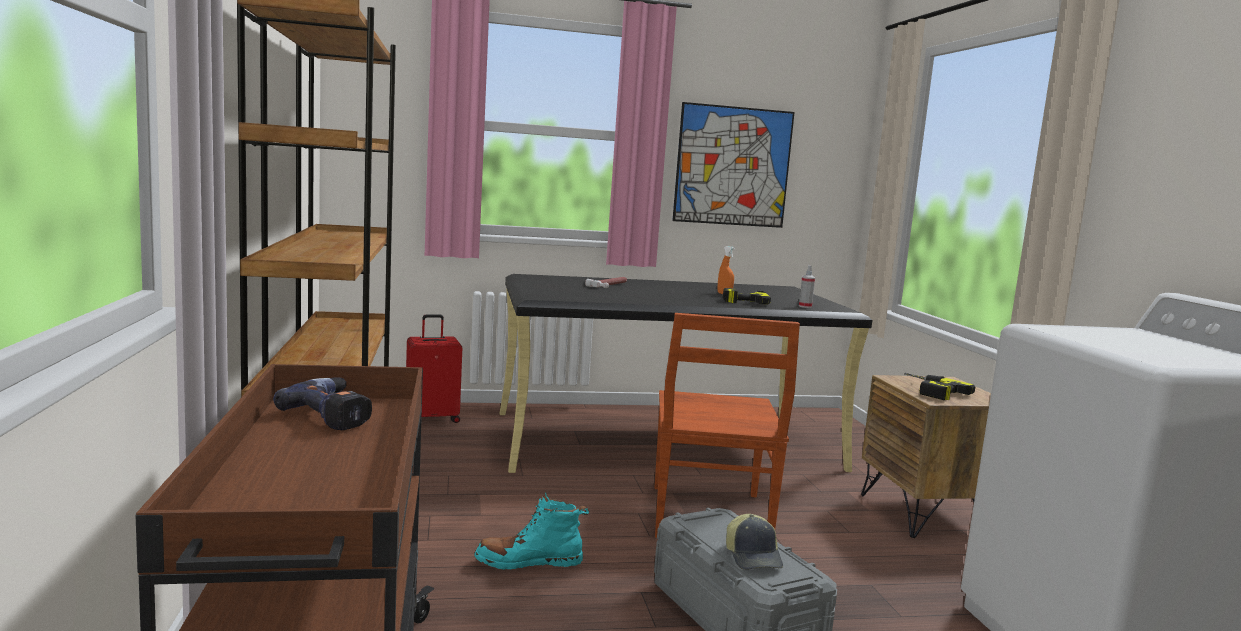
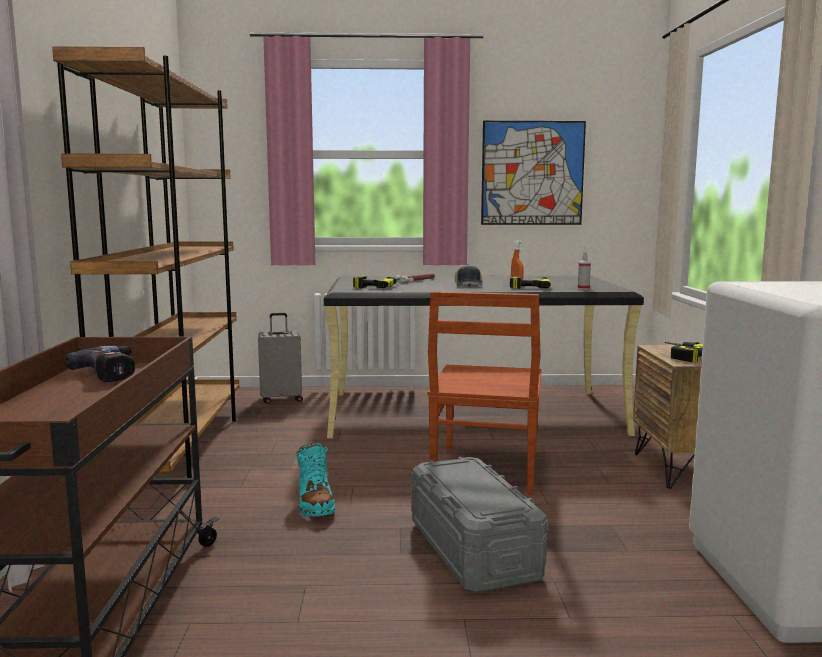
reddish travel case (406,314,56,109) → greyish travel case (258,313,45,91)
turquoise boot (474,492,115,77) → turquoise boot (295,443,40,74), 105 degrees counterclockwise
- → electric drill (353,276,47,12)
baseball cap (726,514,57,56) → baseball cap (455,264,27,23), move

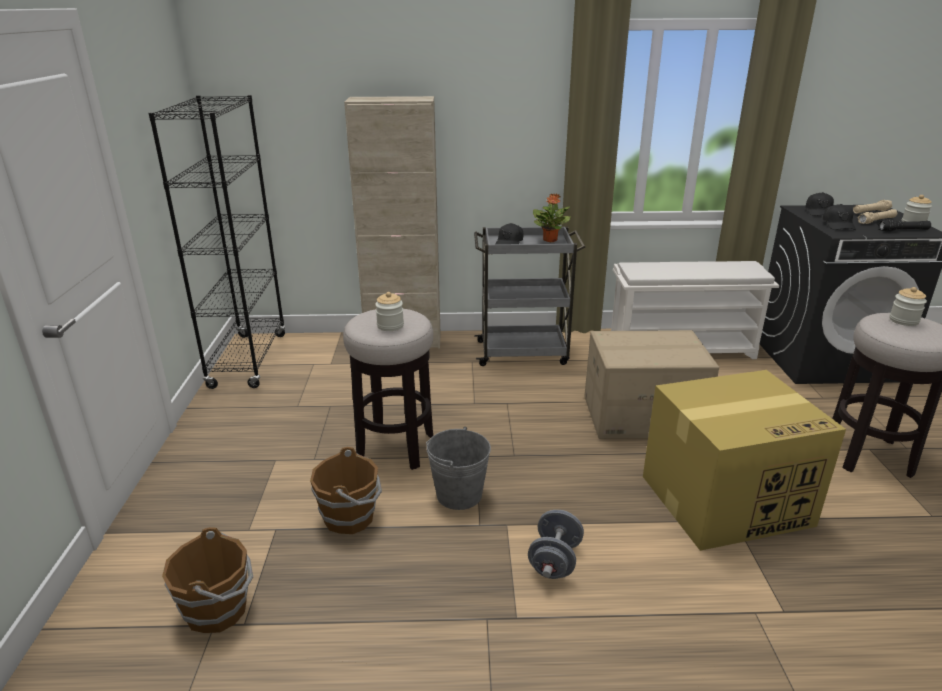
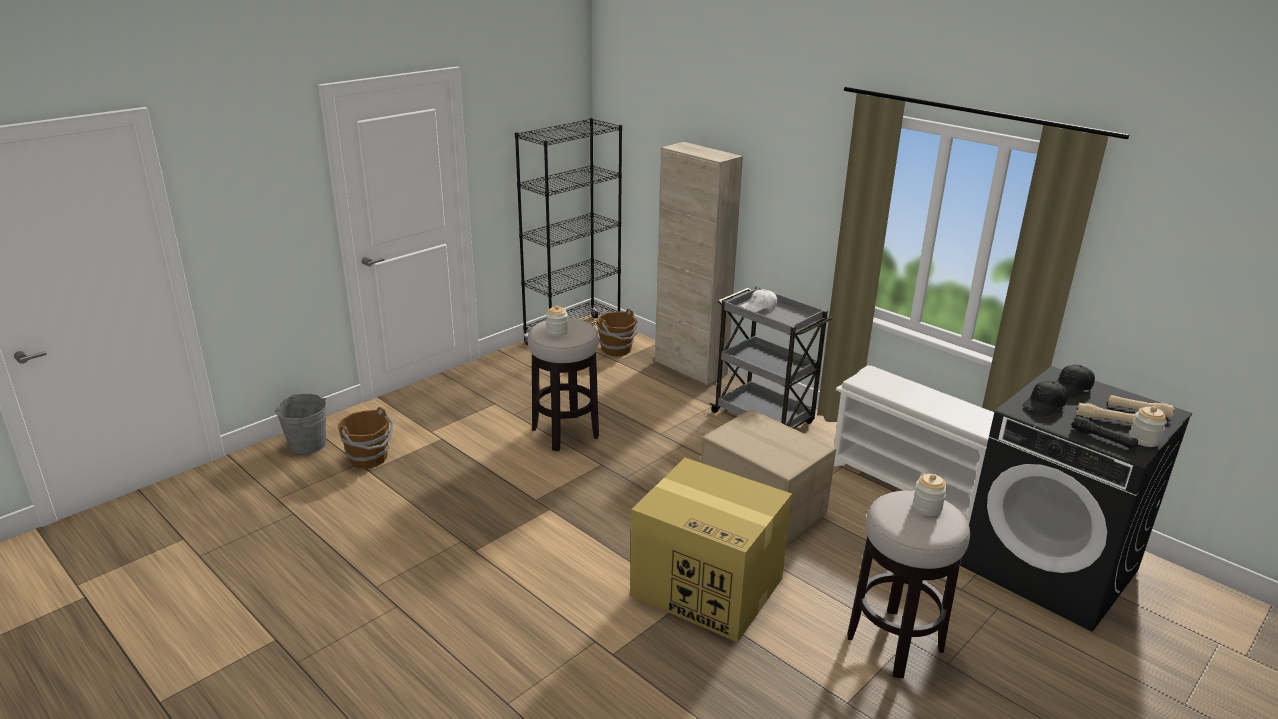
greyish pail (426,427,65,83) → greyish pail (275,393,52,61), move
brown-coloured pail (310,447,72,87) → brown-coloured pail (597,309,42,47), move
blackish baseball cap (495,223,29,22) → white baseball cap (741,289,36,23)
greyish free weight (528,510,56,69) → -
potted plant (533,193,38,49) → -

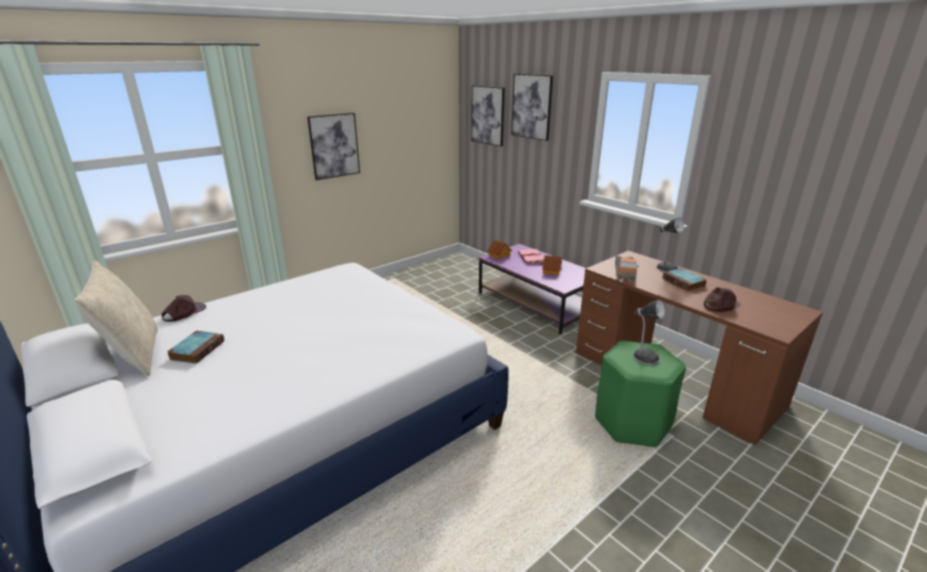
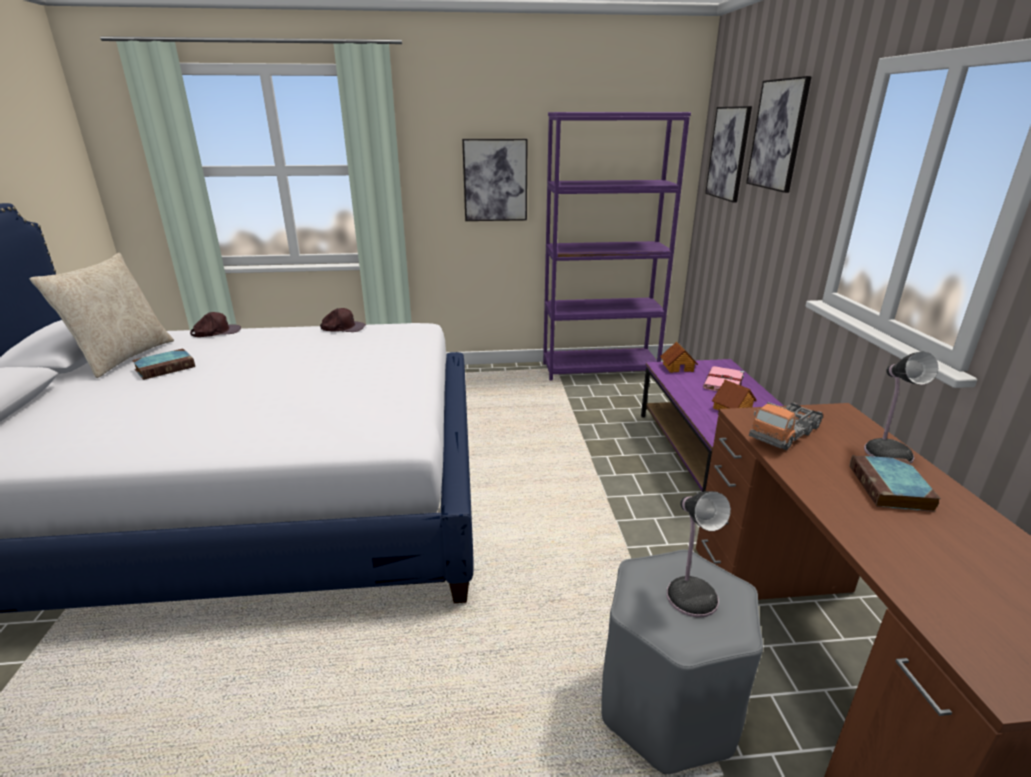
brown-coloured baseball cap (704,287,36,25) → brown-coloured baseball cap (320,308,46,24), move
- → purplish shelving unit (543,112,148,268)
green stool (595,341,91,107) → greyish stool (601,550,162,224)

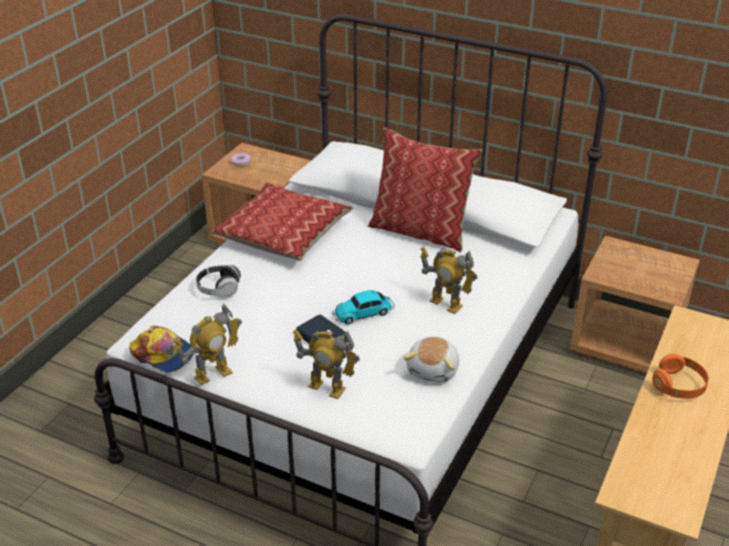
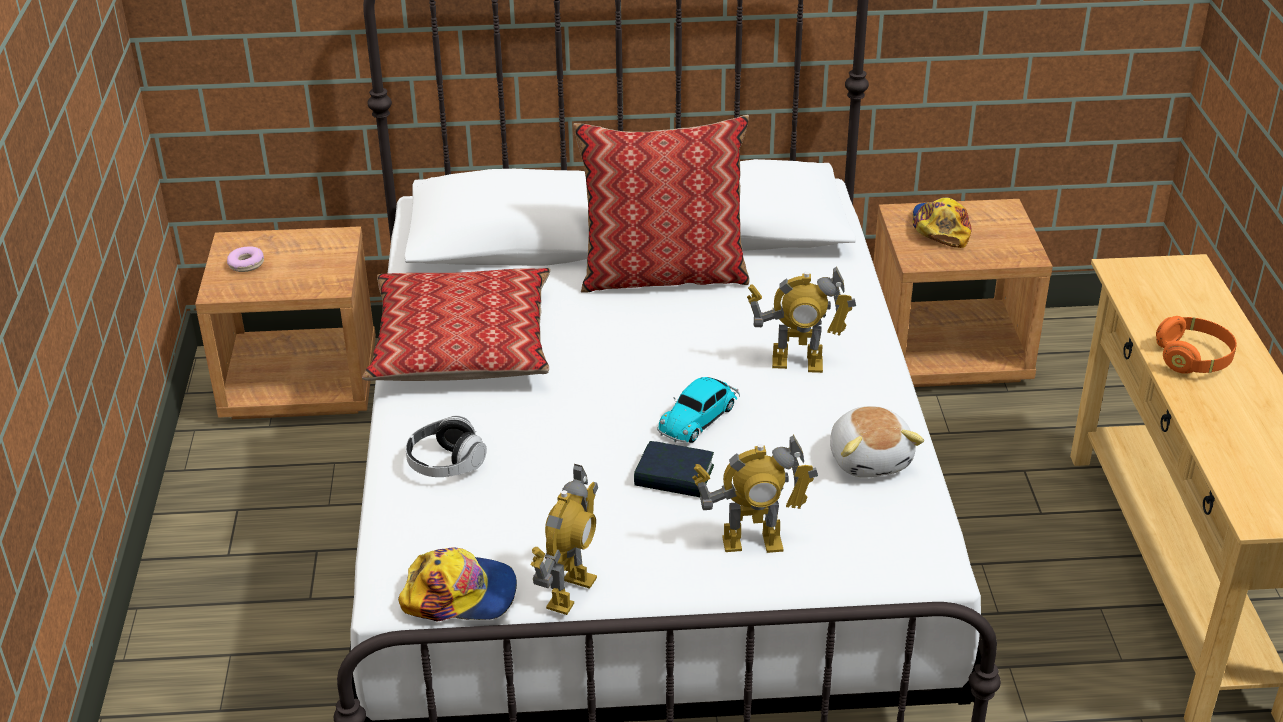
- → baseball cap (913,197,59,51)

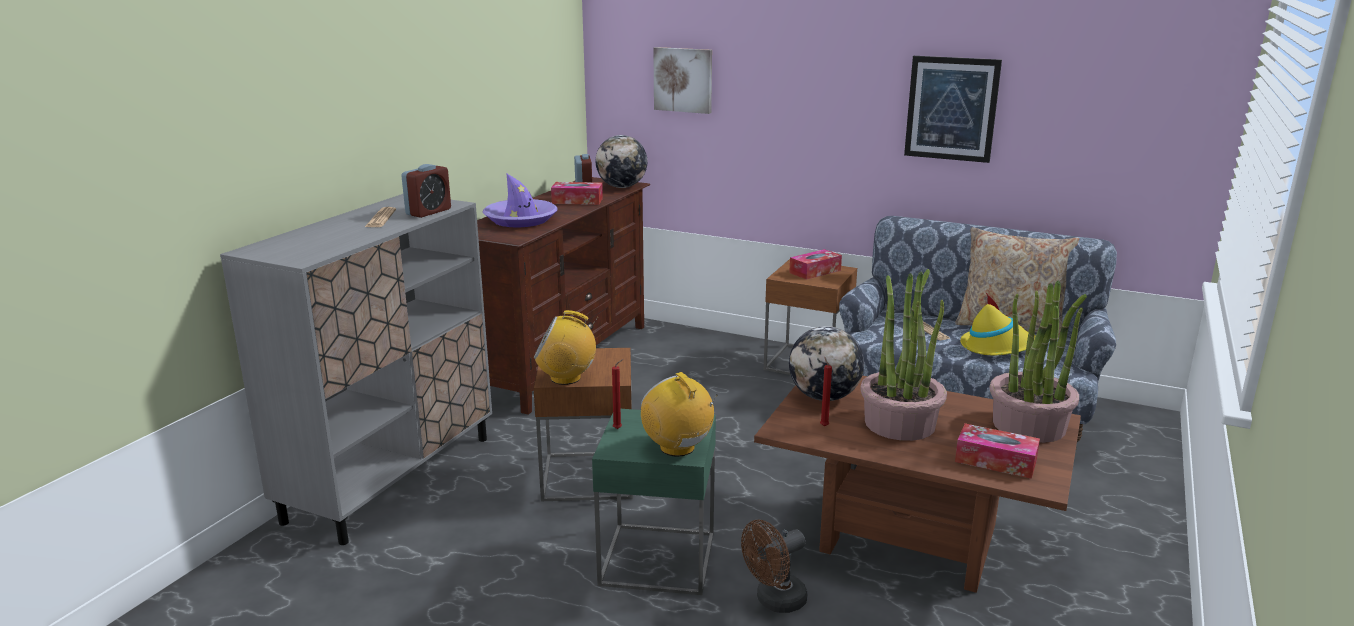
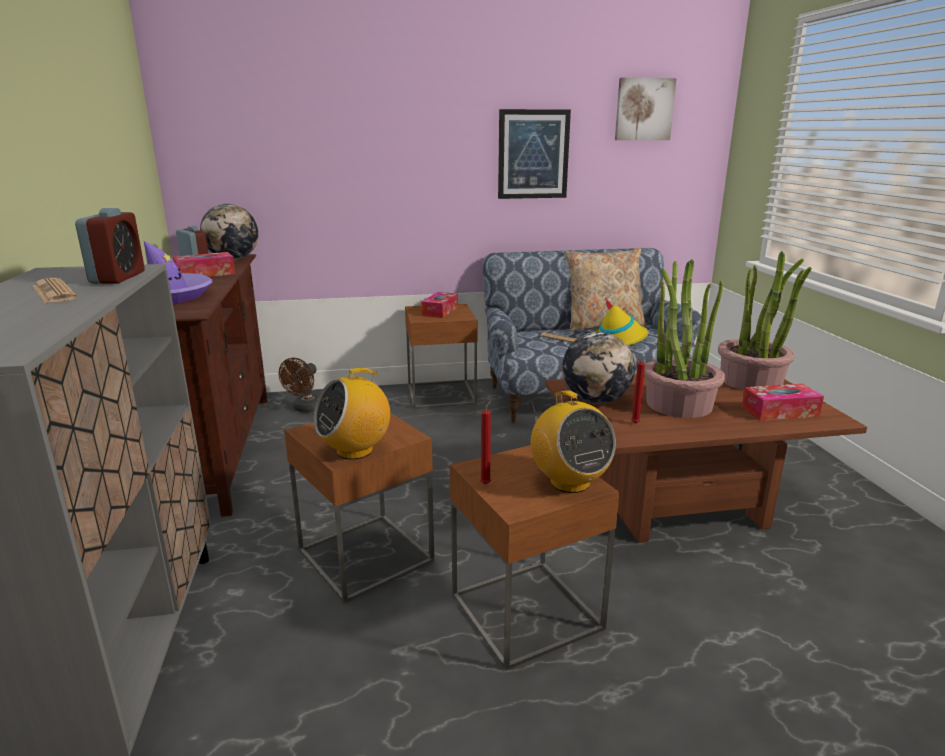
brown-coloured fan (741,520,67,93) → brown-coloured fan (279,358,40,54), move
green end table (592,409,124,186) → brown-coloured end table (450,445,169,225)
radio (641,372,77,84) → radio (531,390,85,103), 135 degrees counterclockwise
picture (653,47,59,67) → picture (615,78,61,62), move

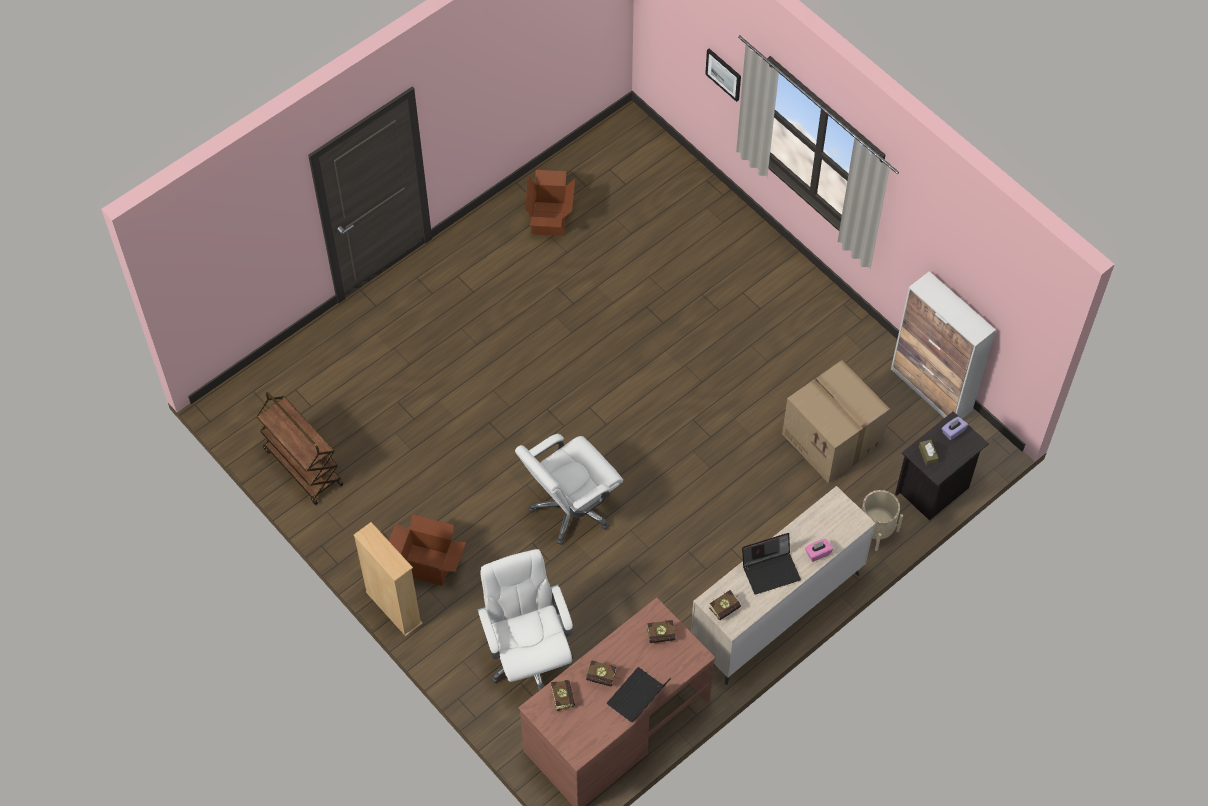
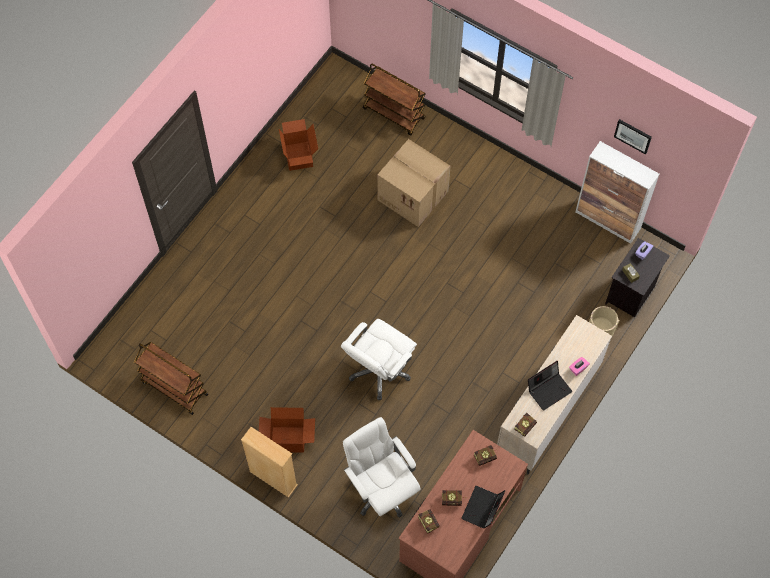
- → brown-coloured cart (363,64,63,71)
carton (782,360,108,123) → carton (377,139,73,88), move
picture (705,48,36,54) → picture (614,119,38,36), move

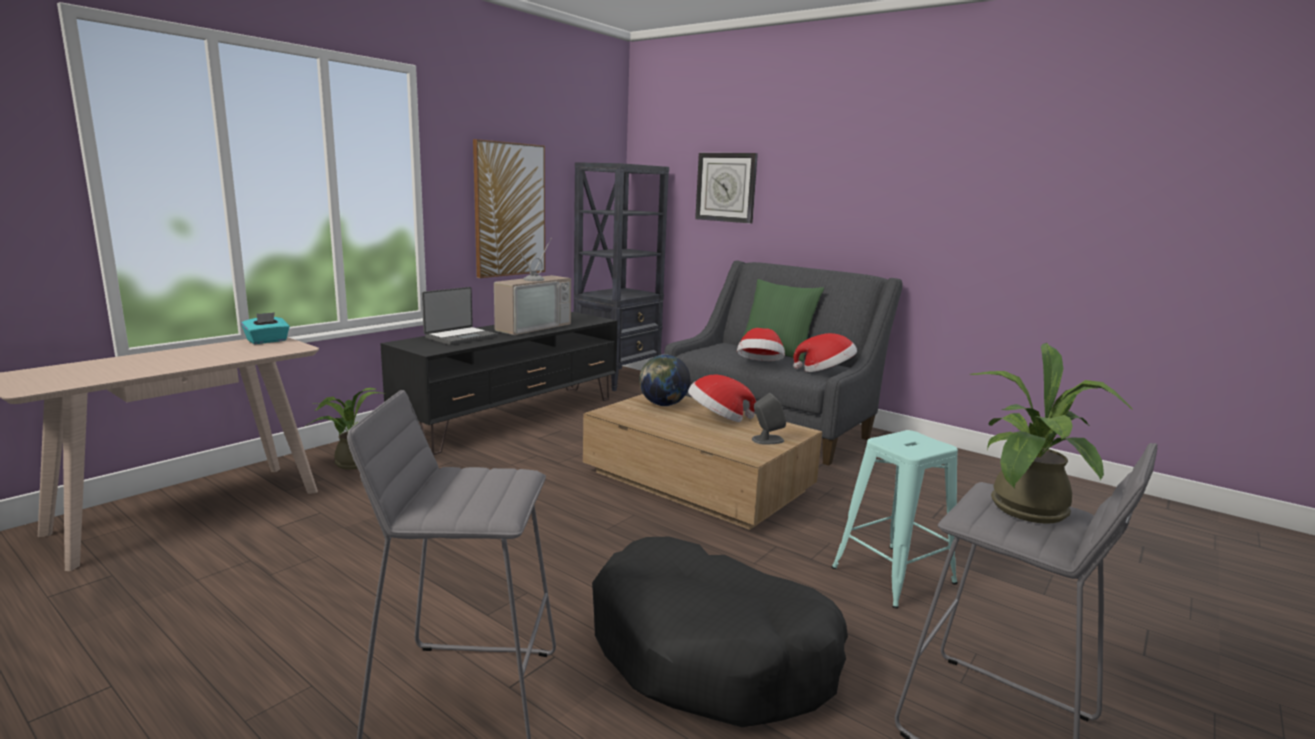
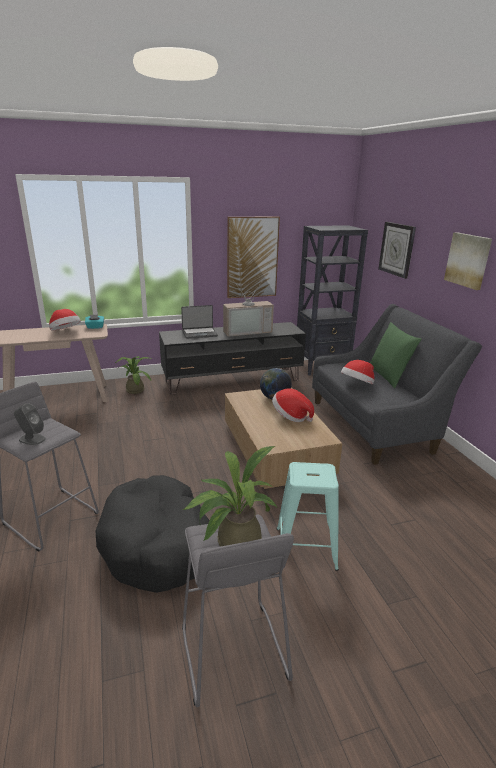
greyish loudspeaker (752,393,35,52) → greyish loudspeaker (14,403,32,42), move
clothing hat (793,333,64,39) → clothing hat (49,309,32,21), move
- → picture (444,232,48,58)

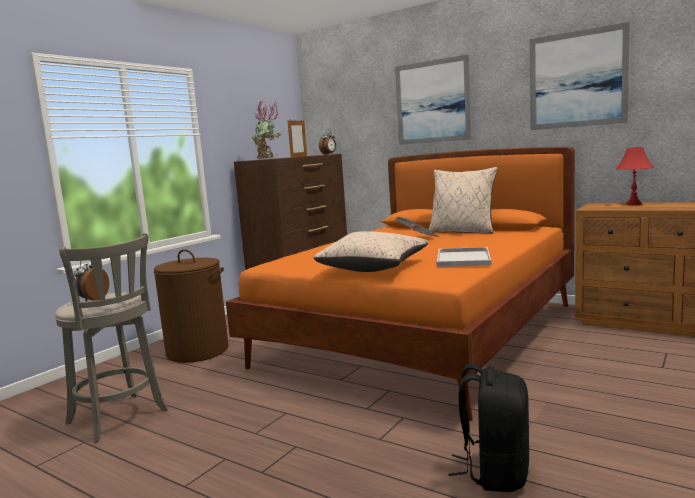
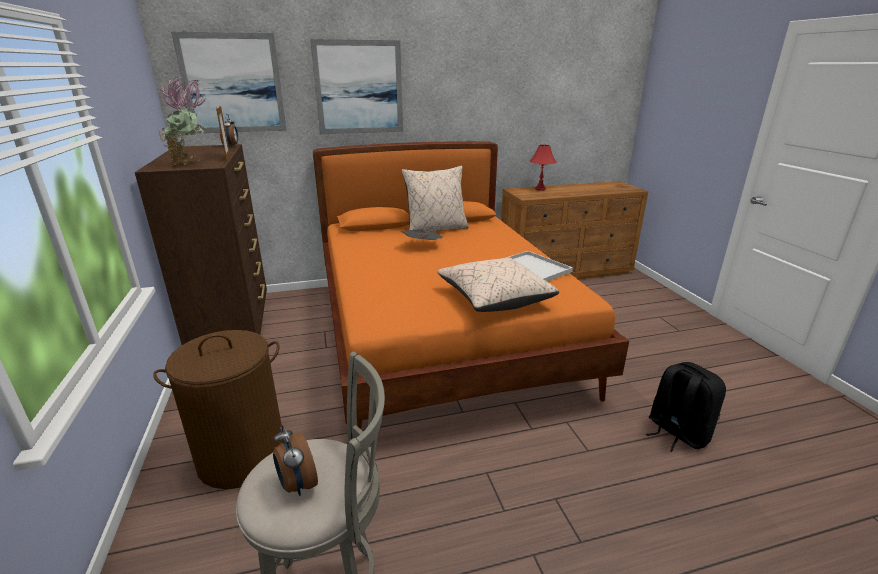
picture (530,22,100,108) → picture (171,31,116,103), move

